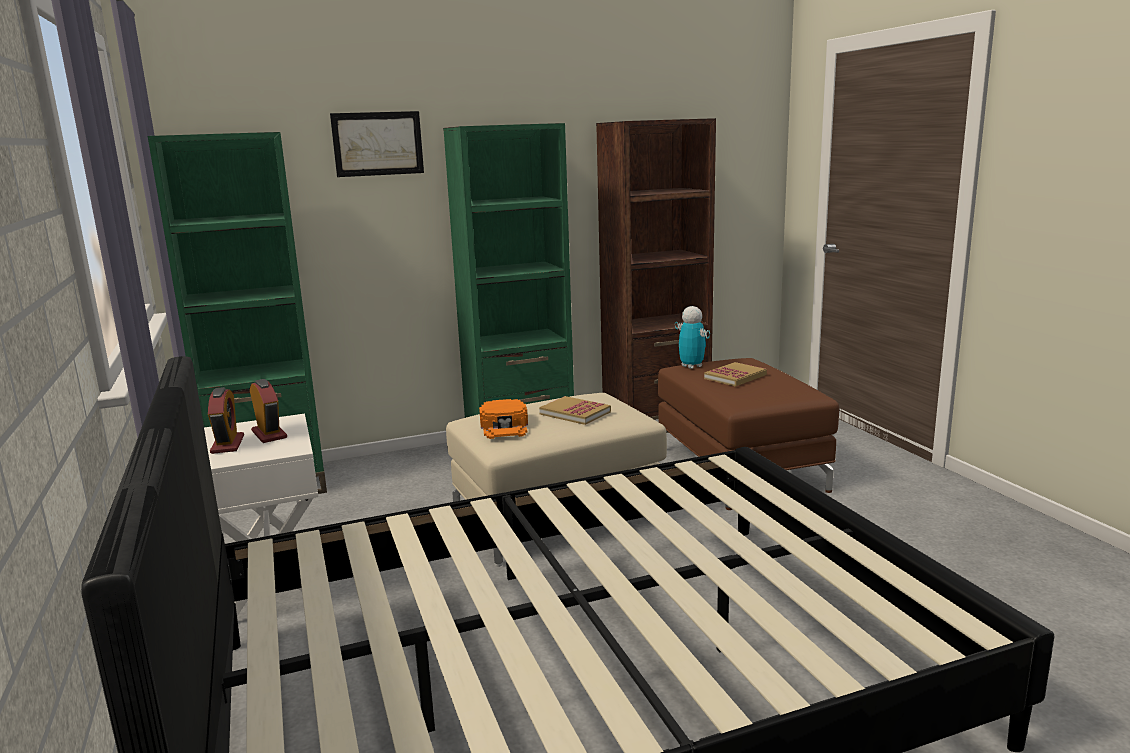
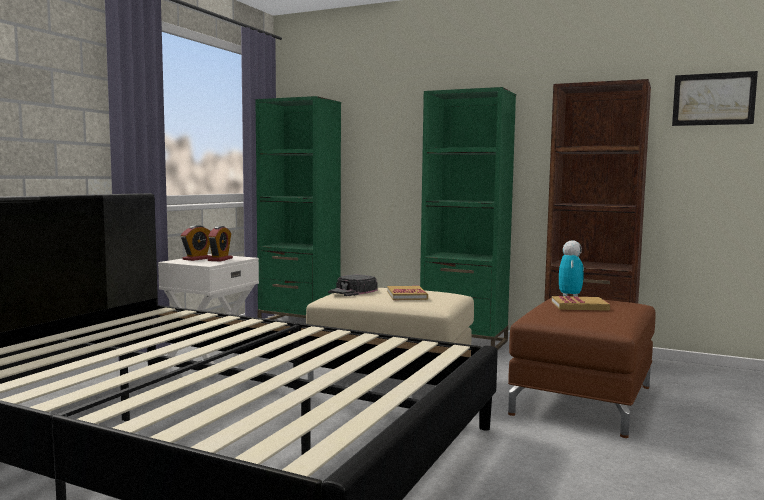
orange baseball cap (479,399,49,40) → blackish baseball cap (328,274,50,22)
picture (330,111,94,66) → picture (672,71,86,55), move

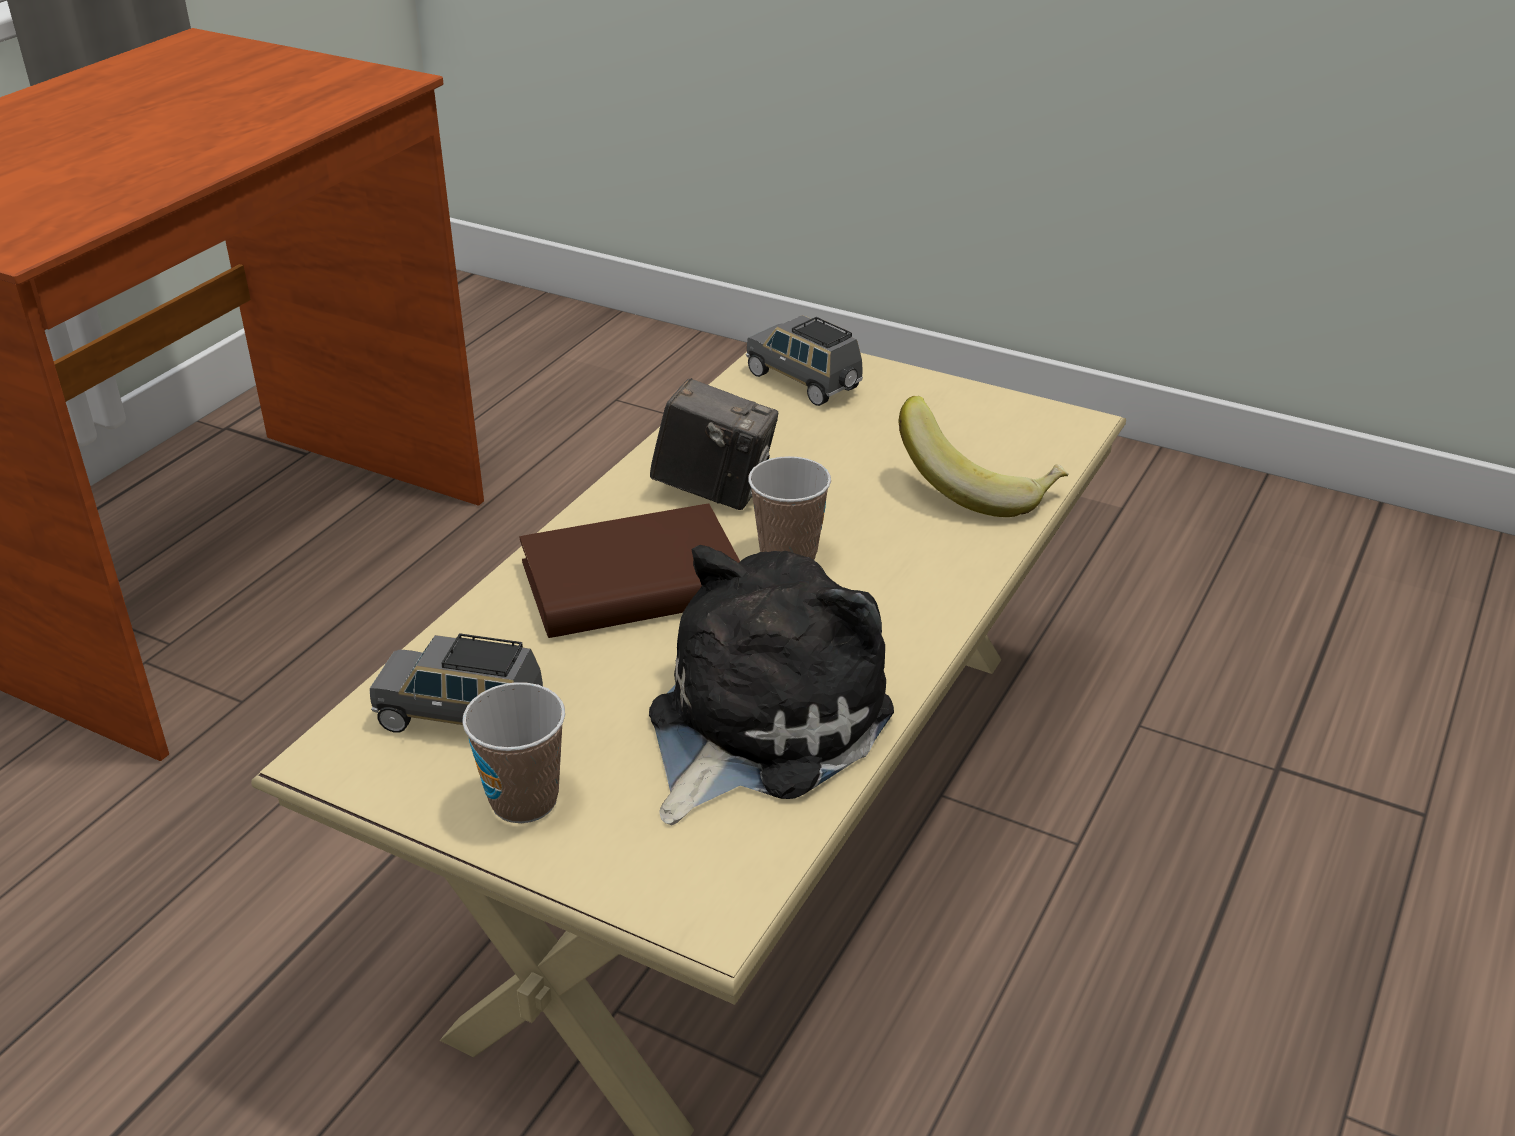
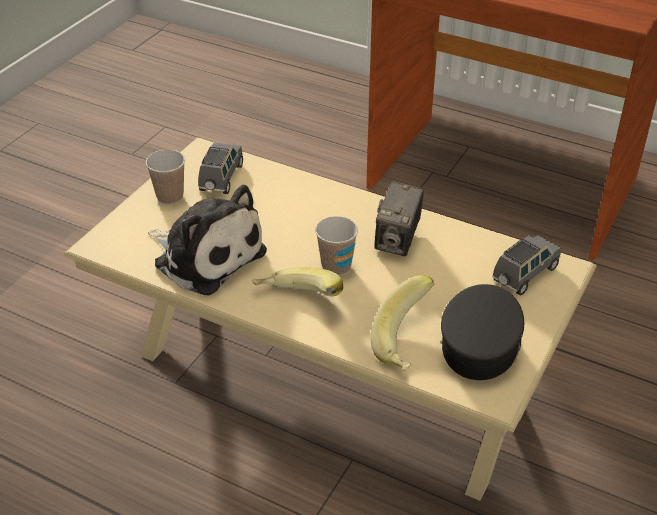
- → whole banana (252,267,91,29)
- → blackish baseball cap (440,284,84,96)
brown-coloured volume (519,504,221,134) → -

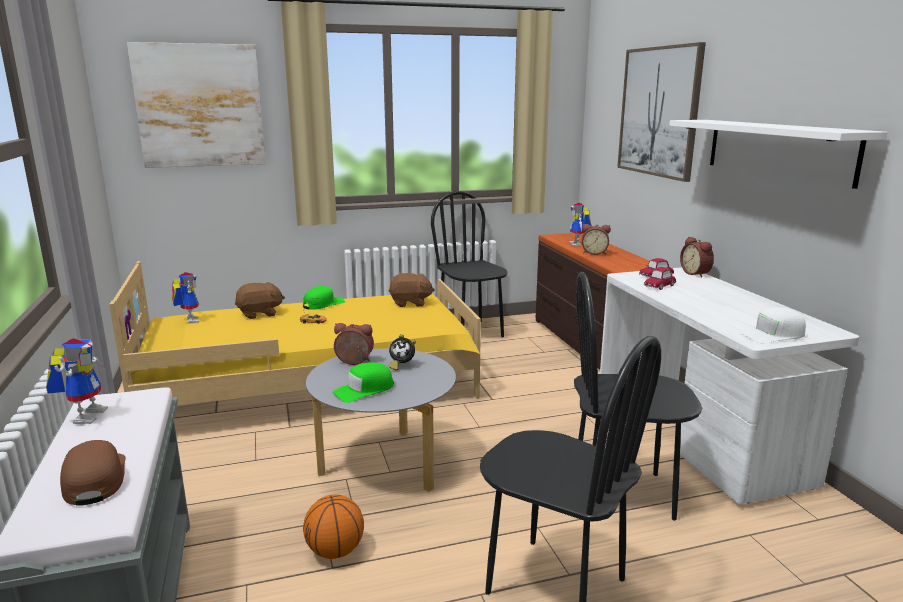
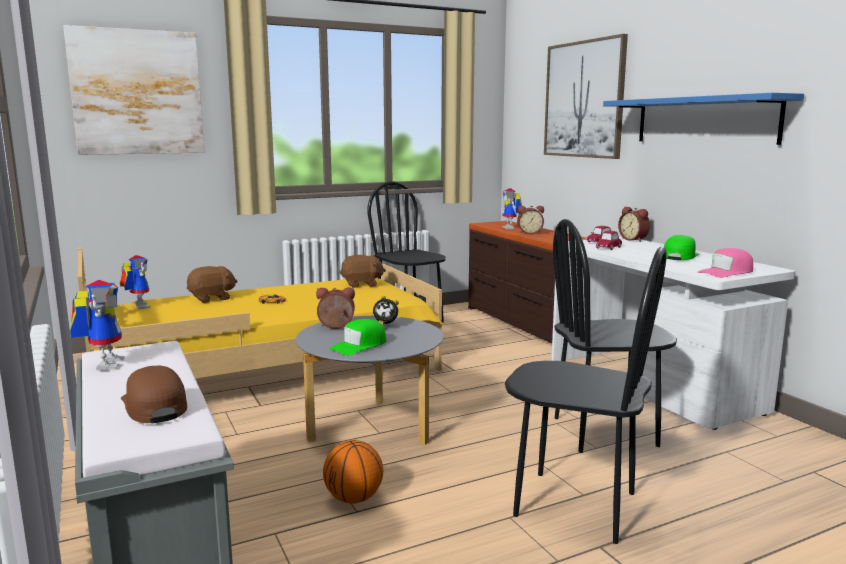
white shelf (669,120,219,69) → blue shelf (603,93,201,52)
green baseball cap (303,286,42,24) → green baseball cap (664,235,35,25), move
white baseball cap (738,307,68,37) → pinkish baseball cap (697,248,56,30)

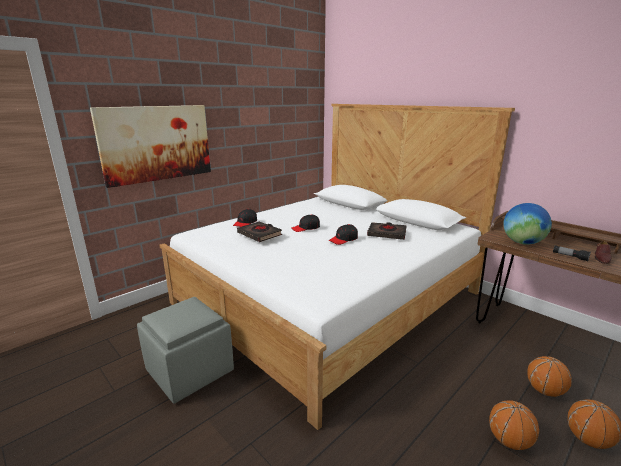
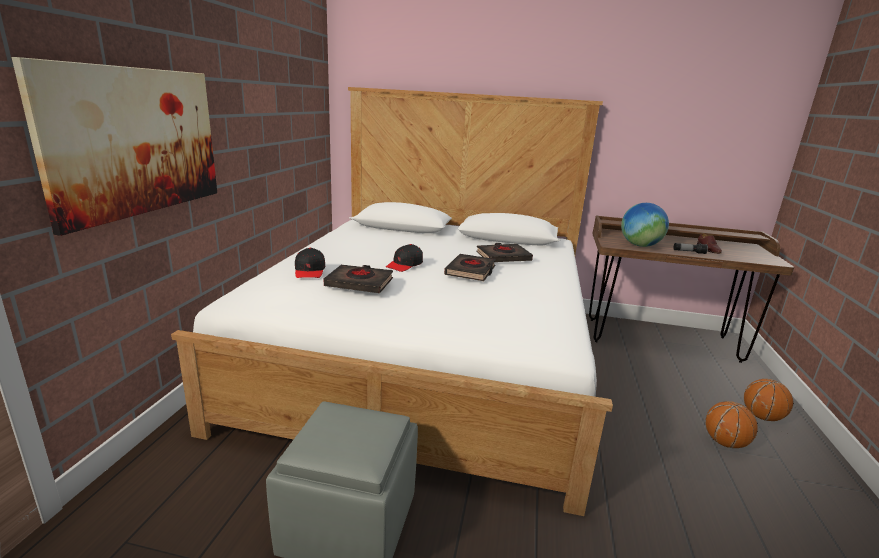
blackish baseball cap (329,224,29,21) → blackish volume (444,254,52,27)
basketball ball (527,356,45,41) → -

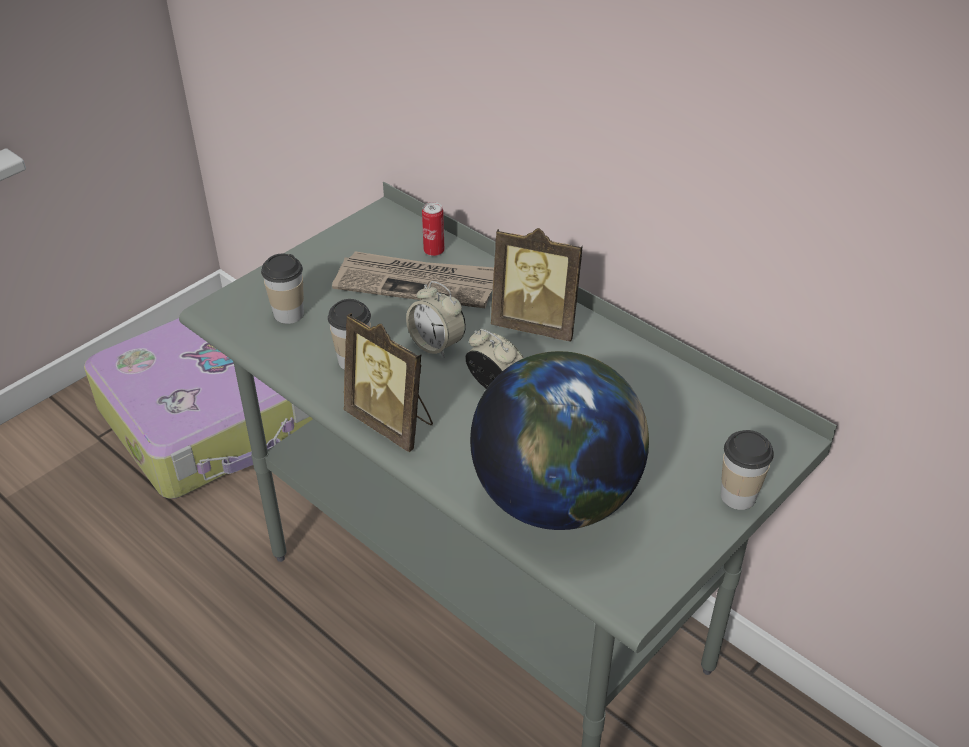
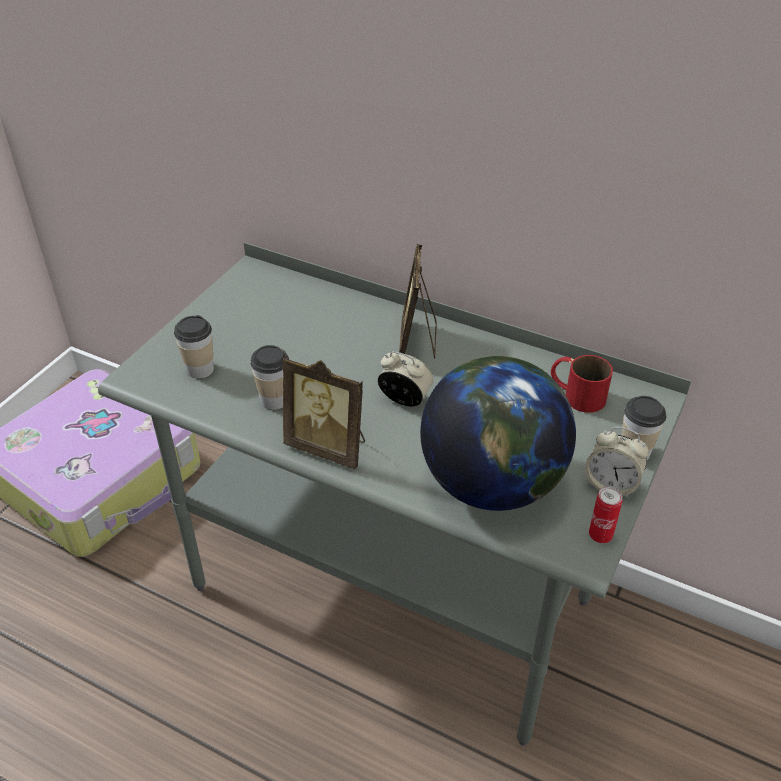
picture frame (491,228,92,113) → picture frame (399,244,38,115), 90 degrees clockwise
- → reddish coffee mug (551,355,62,58)
bedside clock (406,281,60,77) → bedside clock (585,427,64,71), move
can (422,202,22,54) → can (589,487,33,56), move
newspaper (332,252,162,56) → -

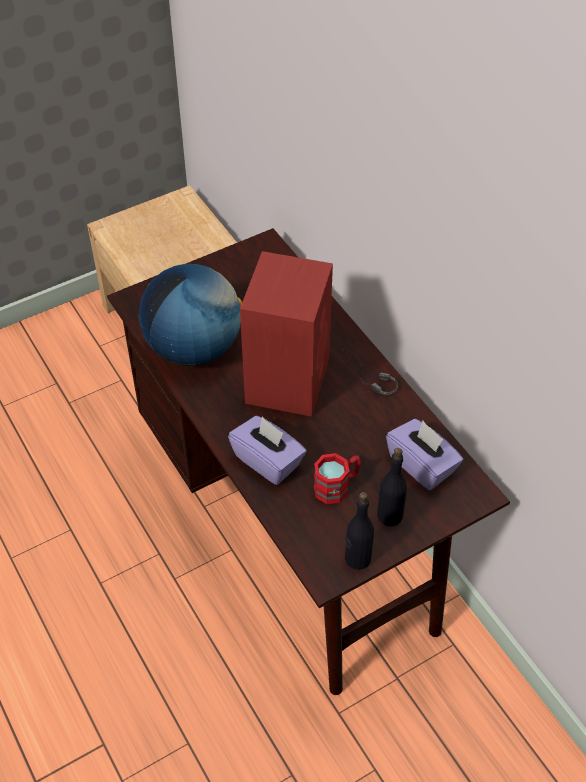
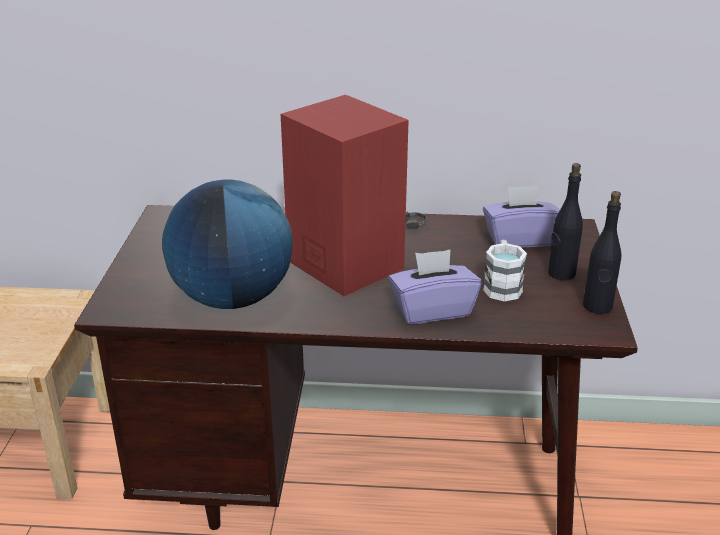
reddish coffee mug (314,453,47,51) → white coffee mug (483,240,44,62)

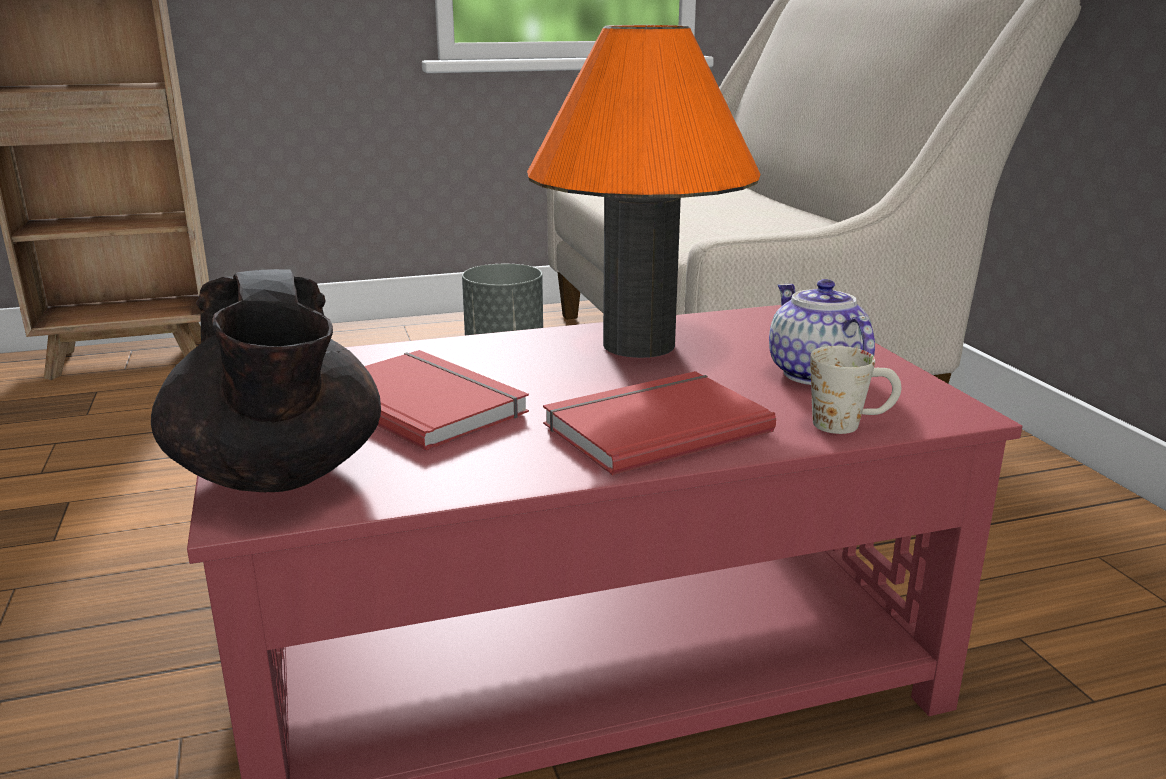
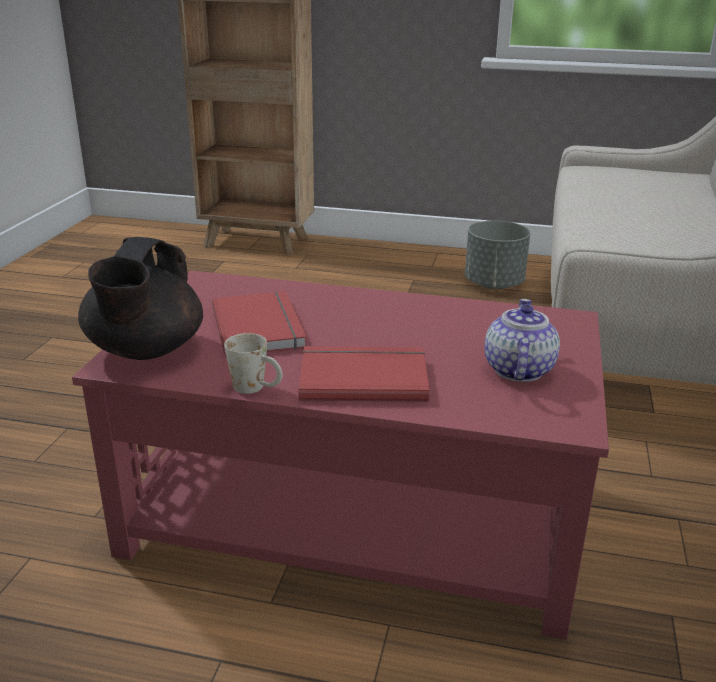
white coffee mug (810,346,91,88) → white coffee mug (224,333,59,61), move
orange table lamp (527,25,233,333) → -

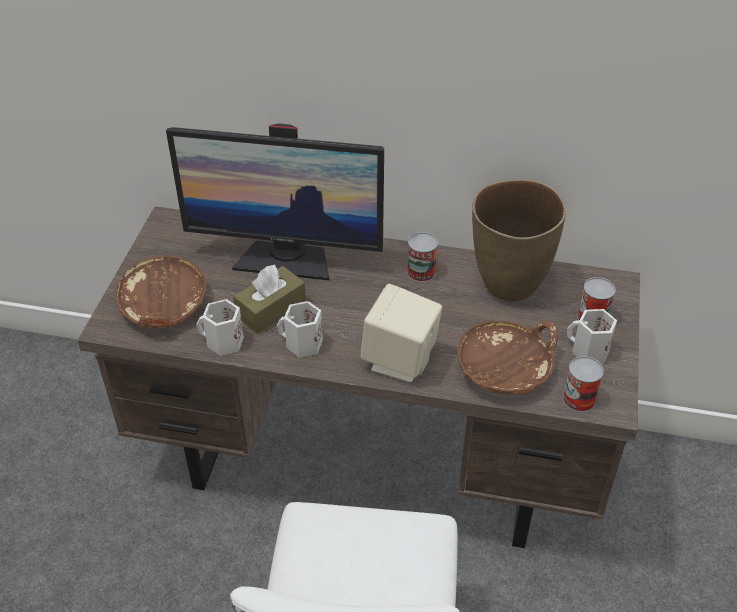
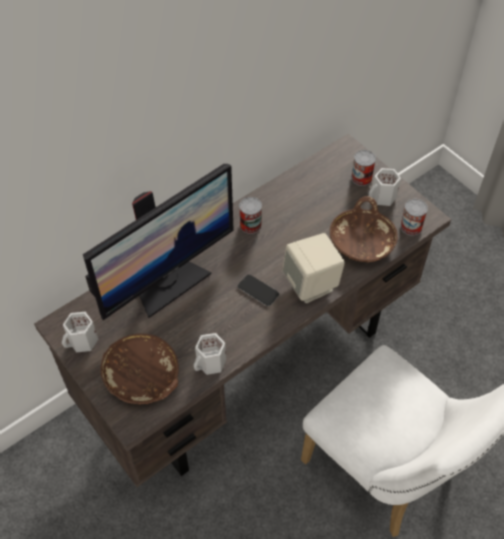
white coffee mug (277,301,46,57) → white coffee mug (62,312,36,40), move
- → phone (238,274,41,32)
brown-coloured tissue holder (233,265,73,69) → -
brown-coloured vase (472,179,94,122) → -

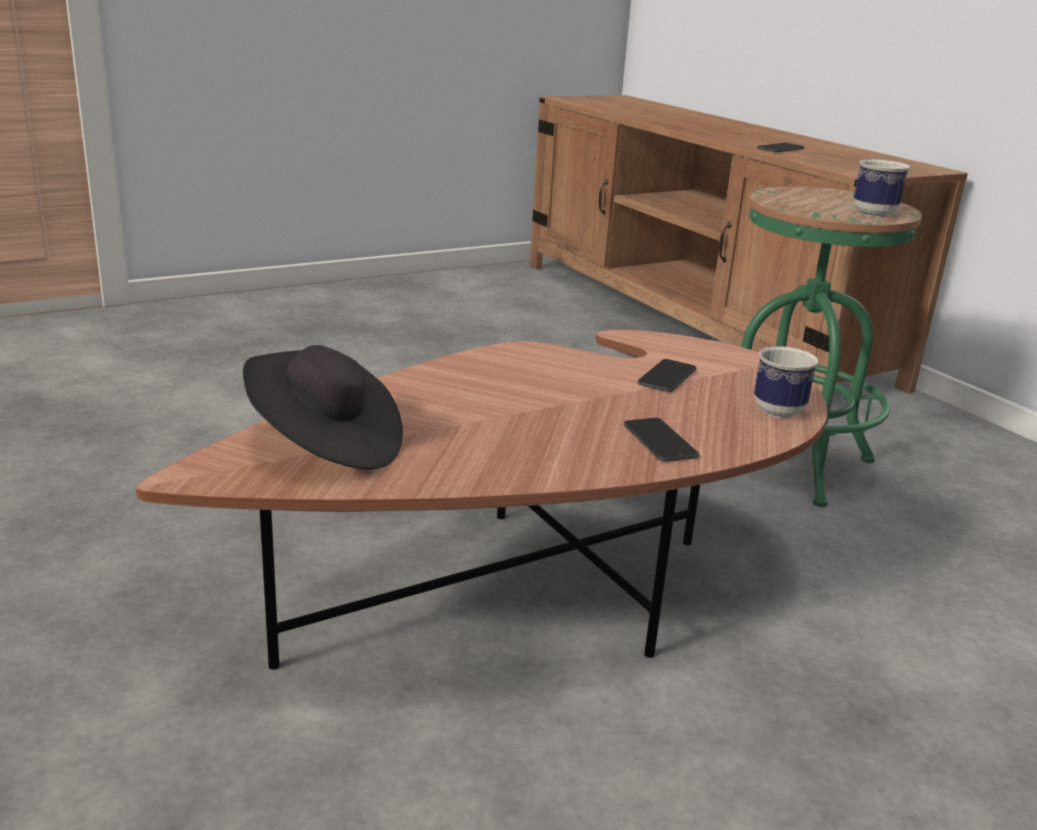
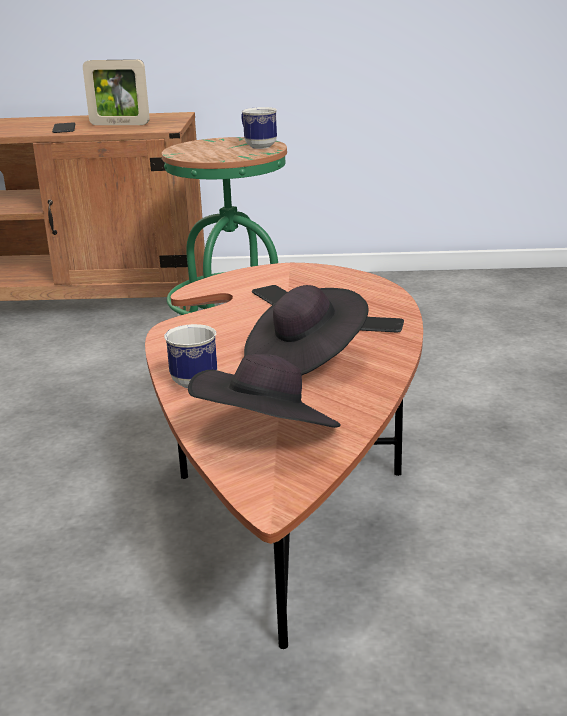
- → picture frame (83,59,67,66)
coffee mug (754,346,64,72) → coffee mug (164,324,53,64), move
- → blackish clothing hat (244,285,125,90)

